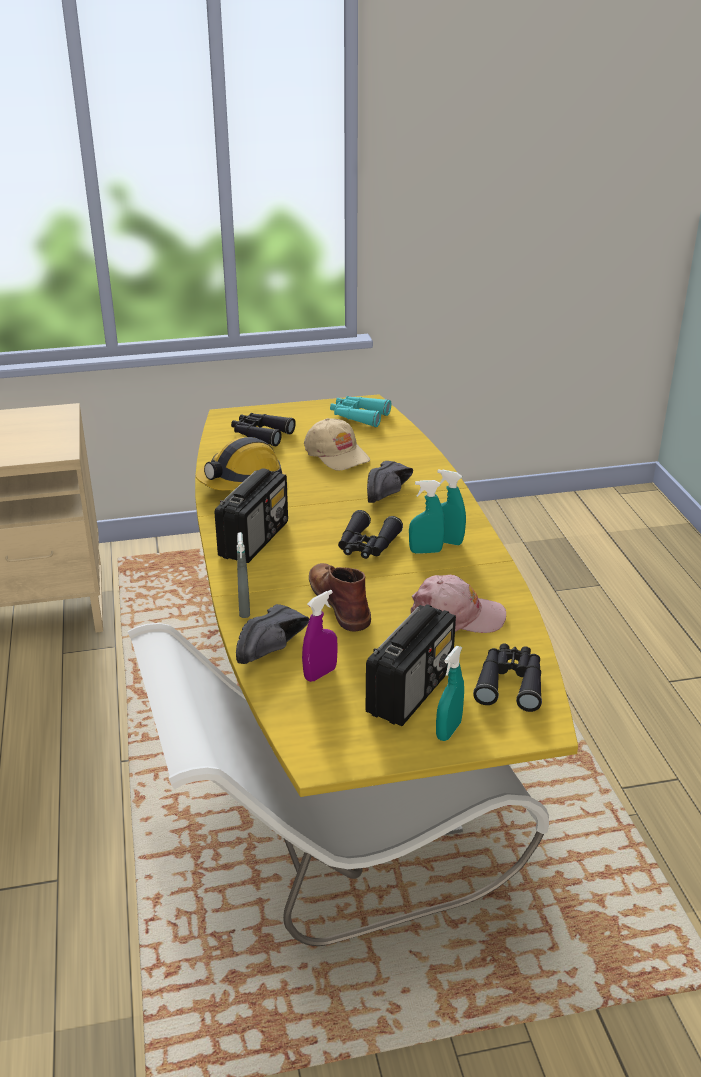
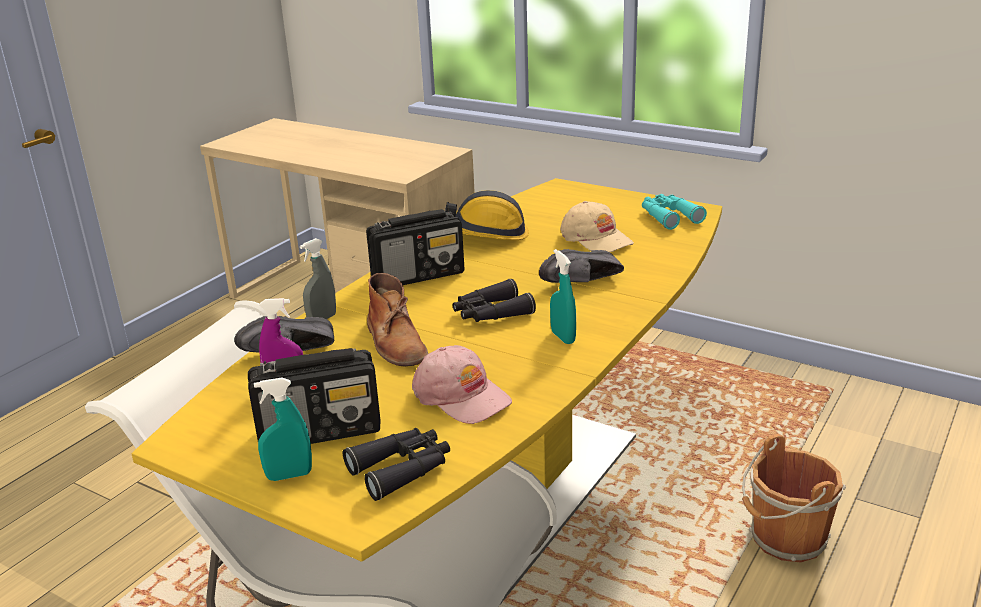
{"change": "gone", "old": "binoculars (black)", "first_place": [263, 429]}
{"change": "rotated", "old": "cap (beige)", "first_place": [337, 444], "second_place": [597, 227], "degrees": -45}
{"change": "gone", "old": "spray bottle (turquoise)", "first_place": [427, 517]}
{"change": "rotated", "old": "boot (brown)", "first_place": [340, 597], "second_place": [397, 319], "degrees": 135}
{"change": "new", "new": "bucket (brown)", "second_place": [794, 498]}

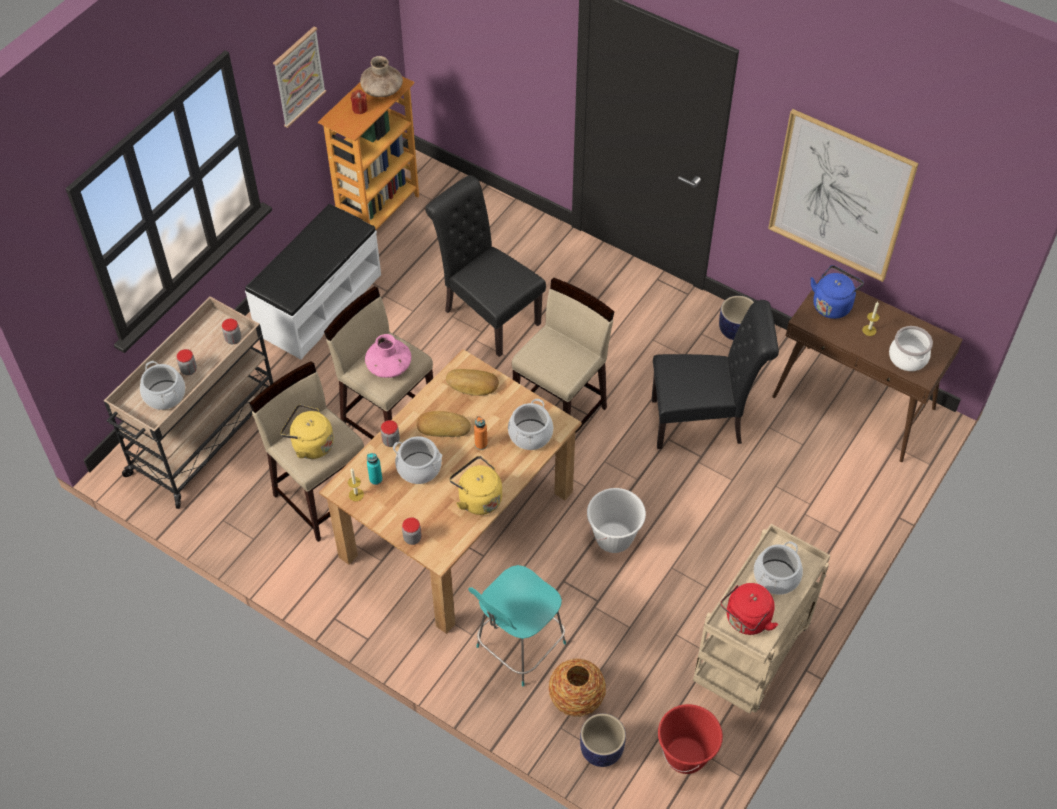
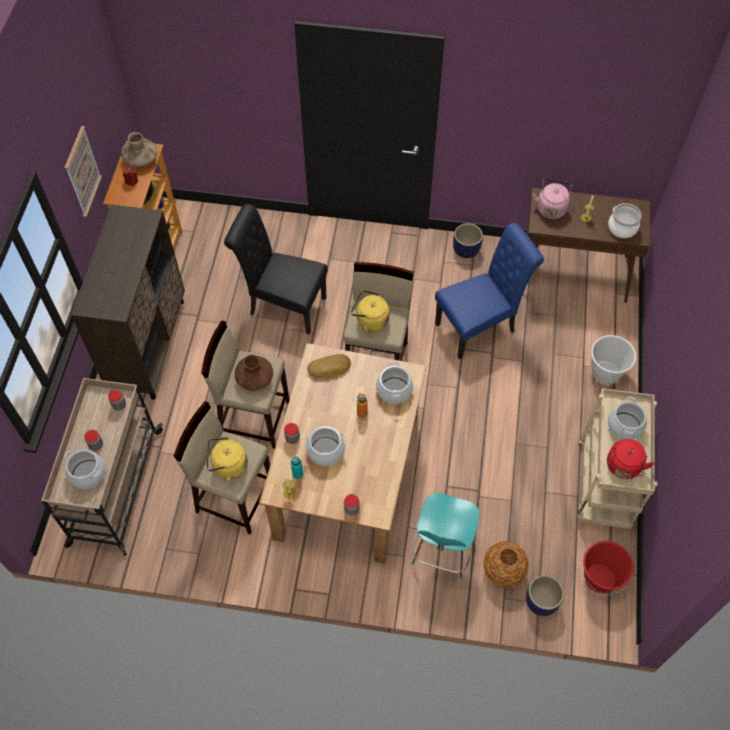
{"change": "gone", "old": "picture", "first_place": [843, 195]}
{"change": "swapped", "old": "bench (white)", "new": "cabinet (brown)", "first_place": [313, 282], "second_place": [128, 302]}
{"change": "repainted", "old": "kettle (blue)", "new": "kettle (pink)", "first_place": [837, 292], "second_place": [552, 199]}
{"change": "repainted", "old": "chair (black)", "new": "chair (blue)", "first_place": [715, 374], "second_place": [489, 291]}
{"change": "repainted", "old": "vase (pink)", "new": "vase (brown)", "first_place": [388, 356], "second_place": [254, 373]}
{"change": "gone", "old": "bread", "first_place": [443, 424]}
{"change": "shifted", "old": "kettle (yellow)", "first_place": [476, 485], "second_place": [370, 311]}
{"change": "shifted", "old": "bucket (white)", "first_place": [616, 520], "second_place": [613, 359]}

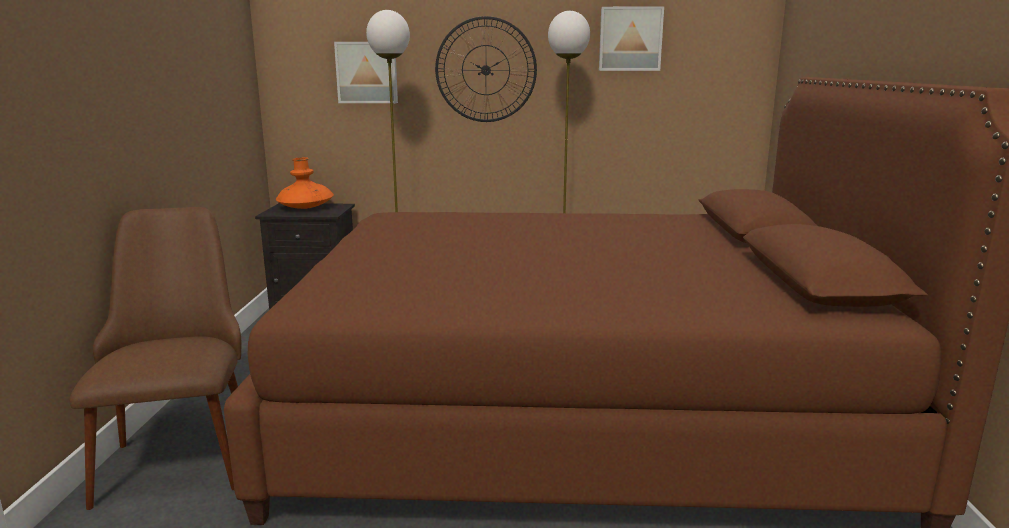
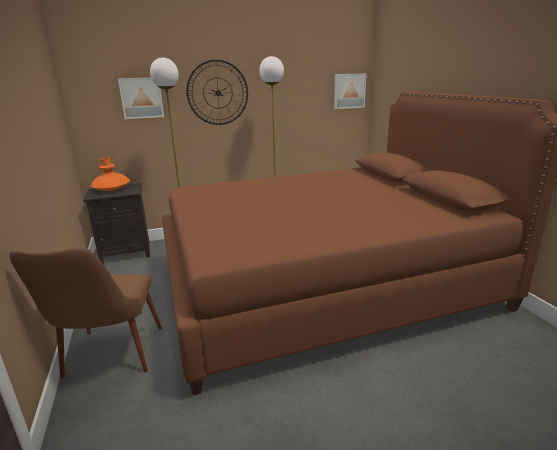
{"change": "shifted", "old": "picture", "first_place": [631, 38], "second_place": [350, 91]}
{"change": "rotated", "old": "chair (brown)", "first_place": [155, 358], "second_place": [85, 313], "degrees": -150}

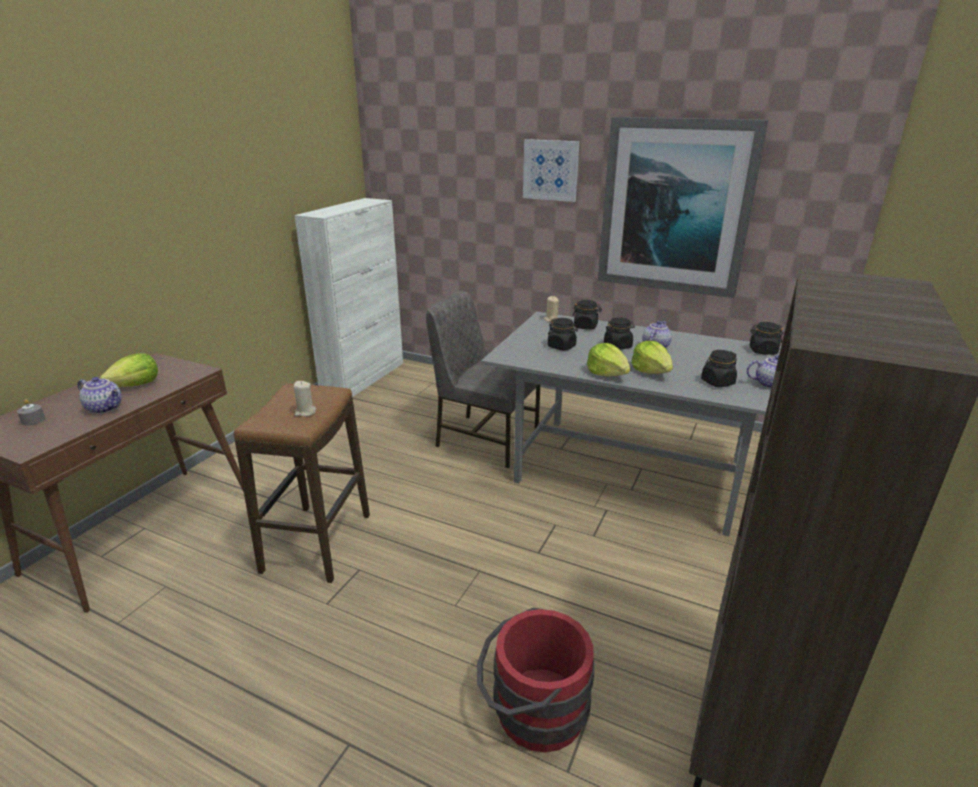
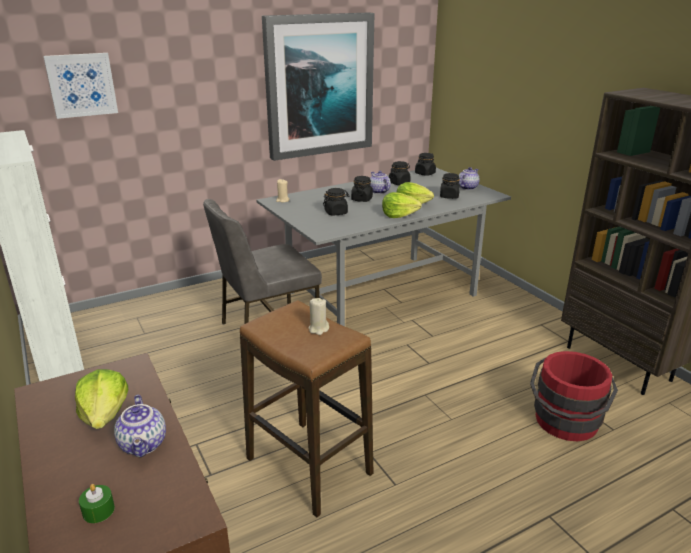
{"change": "shifted", "old": "picture", "first_place": [551, 170], "second_place": [80, 86]}
{"change": "shifted", "old": "jar (black)", "first_place": [587, 315], "second_place": [400, 173]}
{"change": "rotated", "old": "teapot", "first_place": [100, 395], "second_place": [140, 426], "degrees": 105}
{"change": "repainted", "old": "candle (grey)", "new": "candle (green)", "first_place": [31, 412], "second_place": [97, 503]}

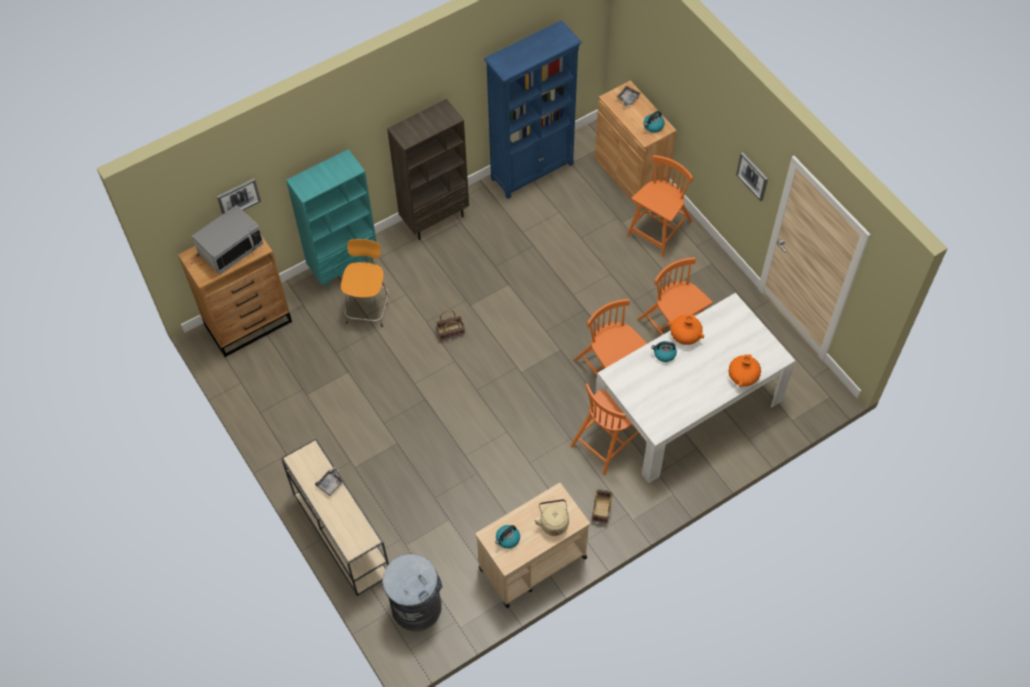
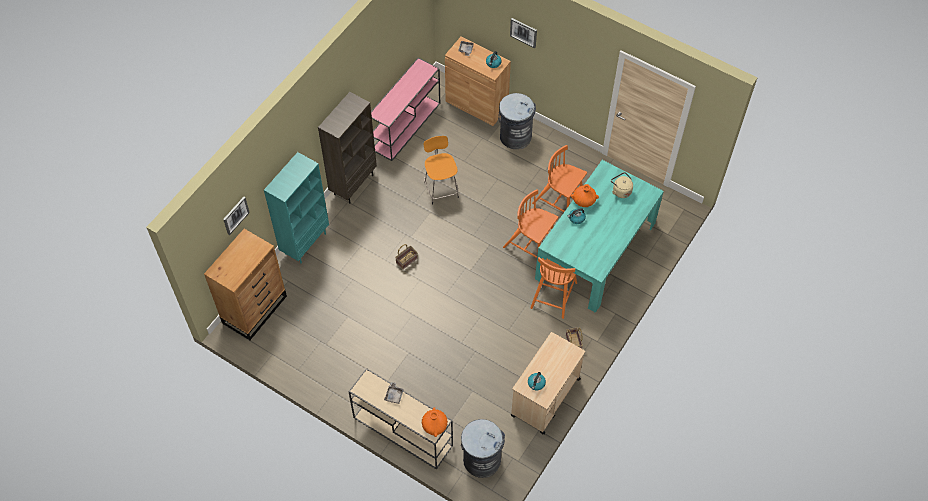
{"change": "swapped", "old": "bookcase (blue)", "new": "console table (pink)", "first_place": [533, 109], "second_place": [405, 109]}
{"change": "shifted", "old": "picture", "first_place": [752, 176], "second_place": [523, 33]}
{"change": "swapped", "old": "chair (orange)", "new": "trash can (grey)", "first_place": [660, 206], "second_place": [517, 121]}
{"change": "gone", "old": "microwave", "first_place": [227, 239]}
{"change": "shifted", "old": "stool (orange)", "first_place": [365, 283], "second_place": [441, 170]}
{"change": "repainted", "old": "dining table (white)", "new": "dining table (turquoise)", "first_place": [696, 388], "second_place": [599, 236]}
{"change": "shifted", "old": "vase (orange)", "first_place": [744, 370], "second_place": [435, 422]}
{"change": "shifted", "old": "kettle (beige)", "first_place": [551, 517], "second_place": [622, 185]}

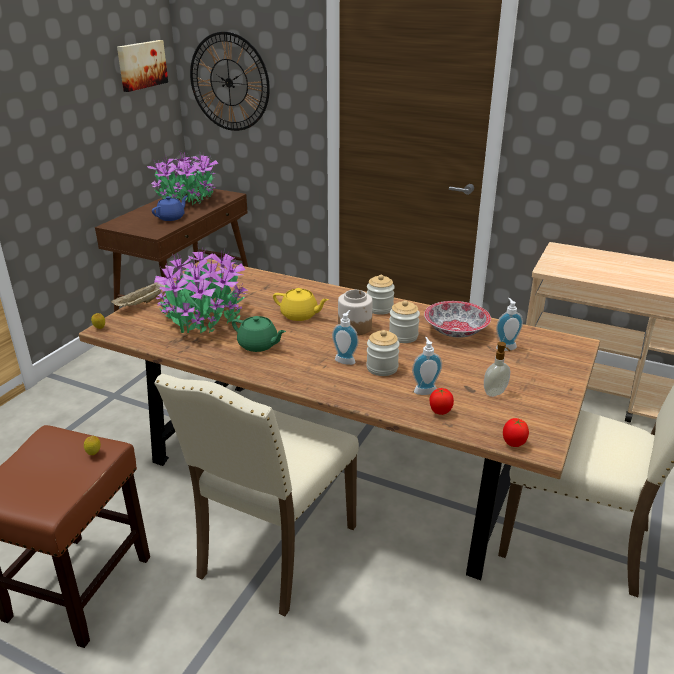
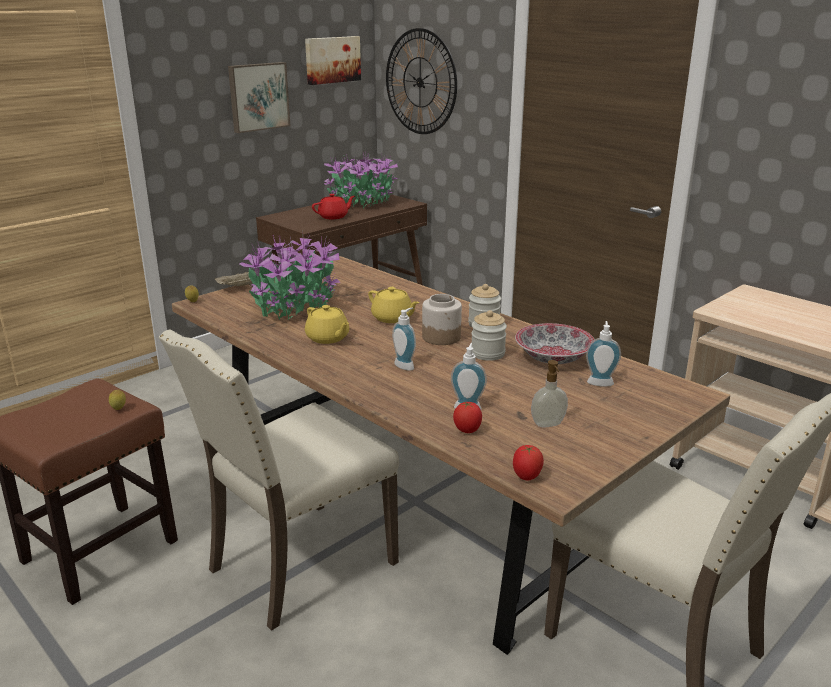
{"change": "repainted", "old": "teapot (blue)", "new": "teapot (red)", "first_place": [170, 208], "second_place": [333, 206]}
{"change": "repainted", "old": "teapot (green)", "new": "teapot (yellow)", "first_place": [259, 334], "second_place": [327, 324]}
{"change": "gone", "old": "jar", "first_place": [383, 353]}
{"change": "new", "new": "picture", "second_place": [259, 97]}

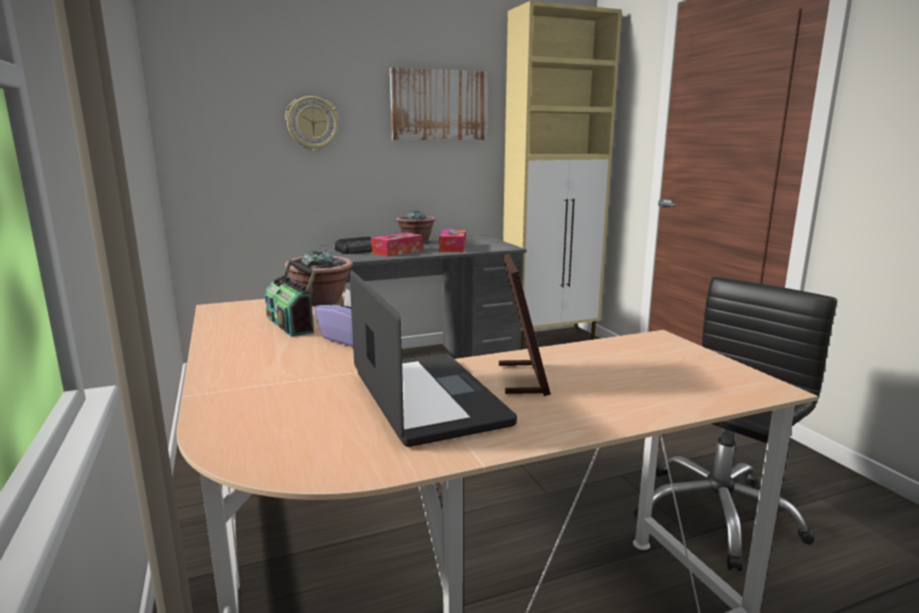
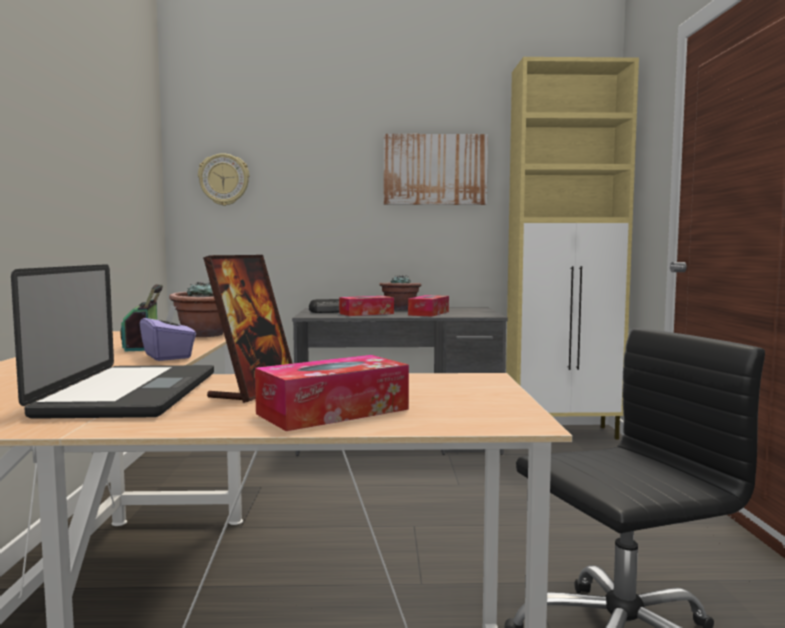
{"change": "shifted", "old": "wall clock", "first_place": [312, 123], "second_place": [223, 179]}
{"change": "new", "new": "tissue box", "second_place": [332, 393]}

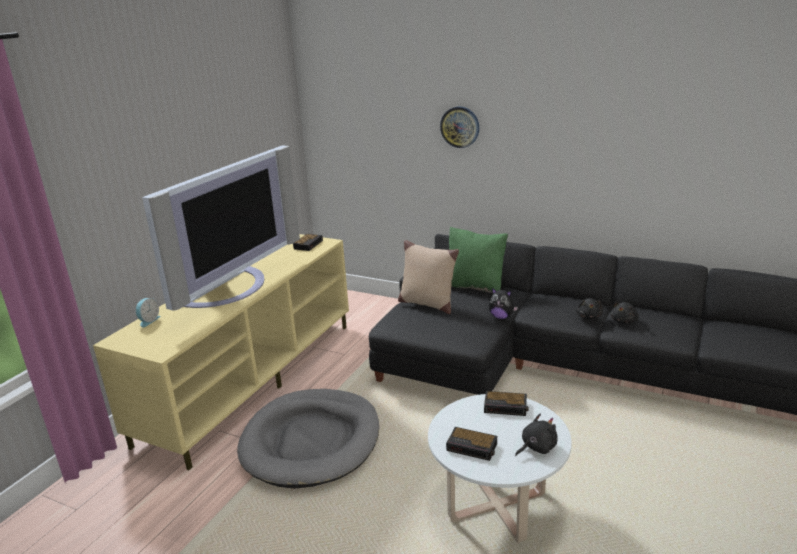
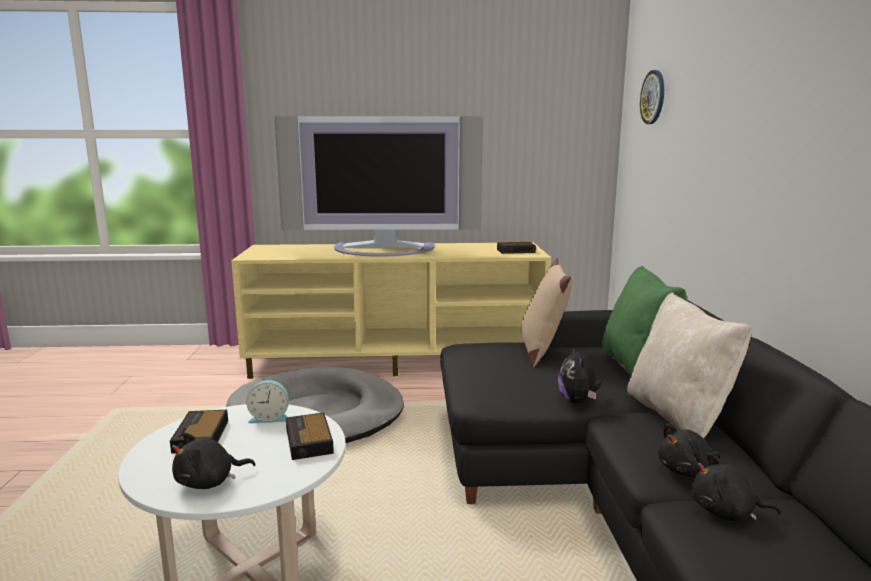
{"change": "shifted", "old": "wall clock", "first_place": [459, 127], "second_place": [652, 97]}
{"change": "shifted", "old": "alarm clock", "first_place": [148, 312], "second_place": [267, 401]}
{"change": "rotated", "old": "plush toy (black)", "first_place": [536, 434], "second_place": [214, 461], "degrees": 120}
{"change": "new", "new": "pillow (beige)", "second_place": [689, 365]}

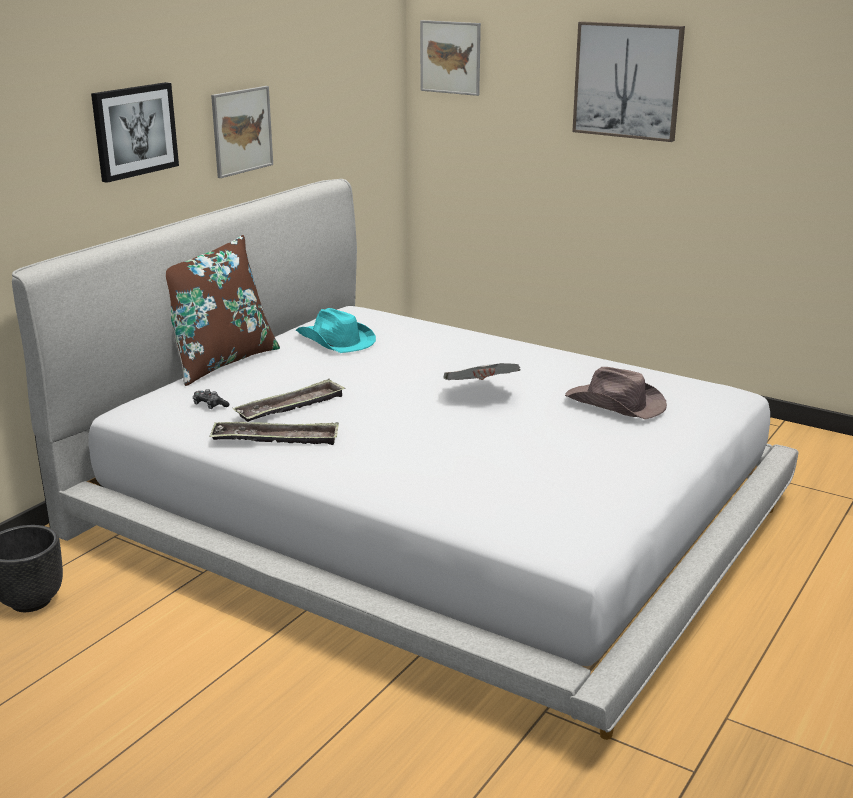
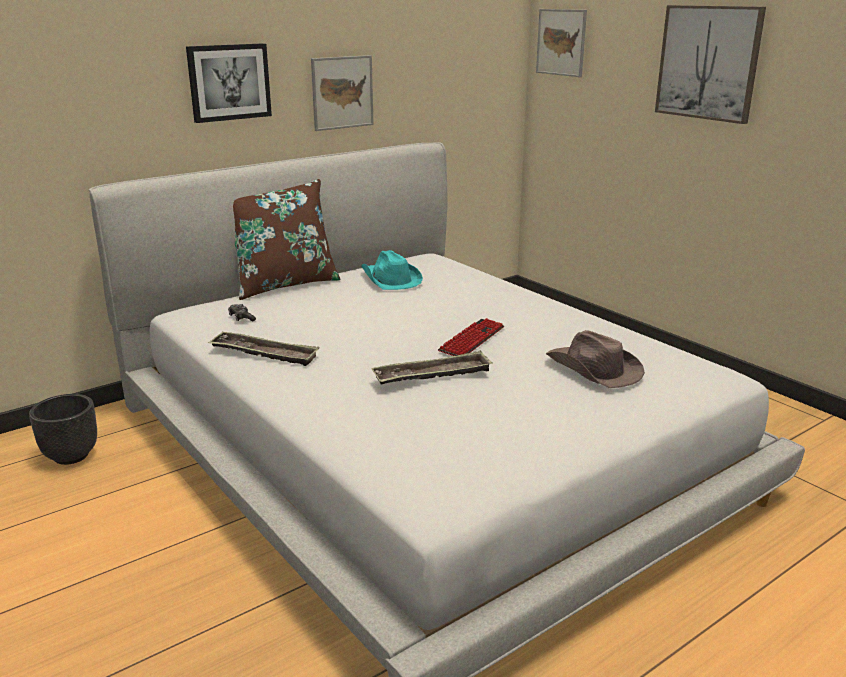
{"change": "swapped", "old": "newspaper", "new": "keyboard", "first_place": [481, 371], "second_place": [471, 337]}
{"change": "shifted", "old": "tray", "first_place": [288, 400], "second_place": [432, 367]}

